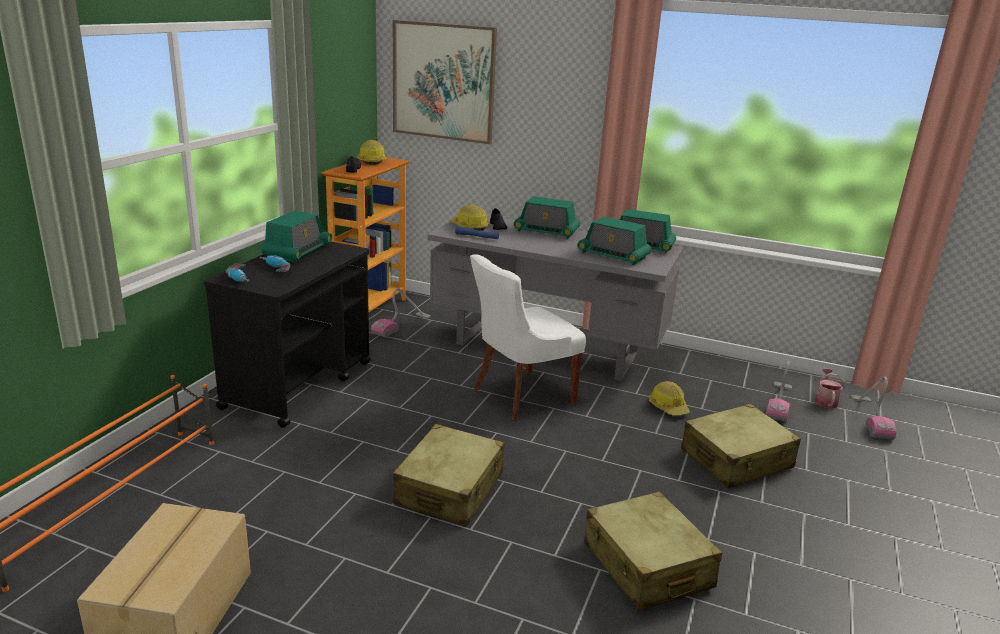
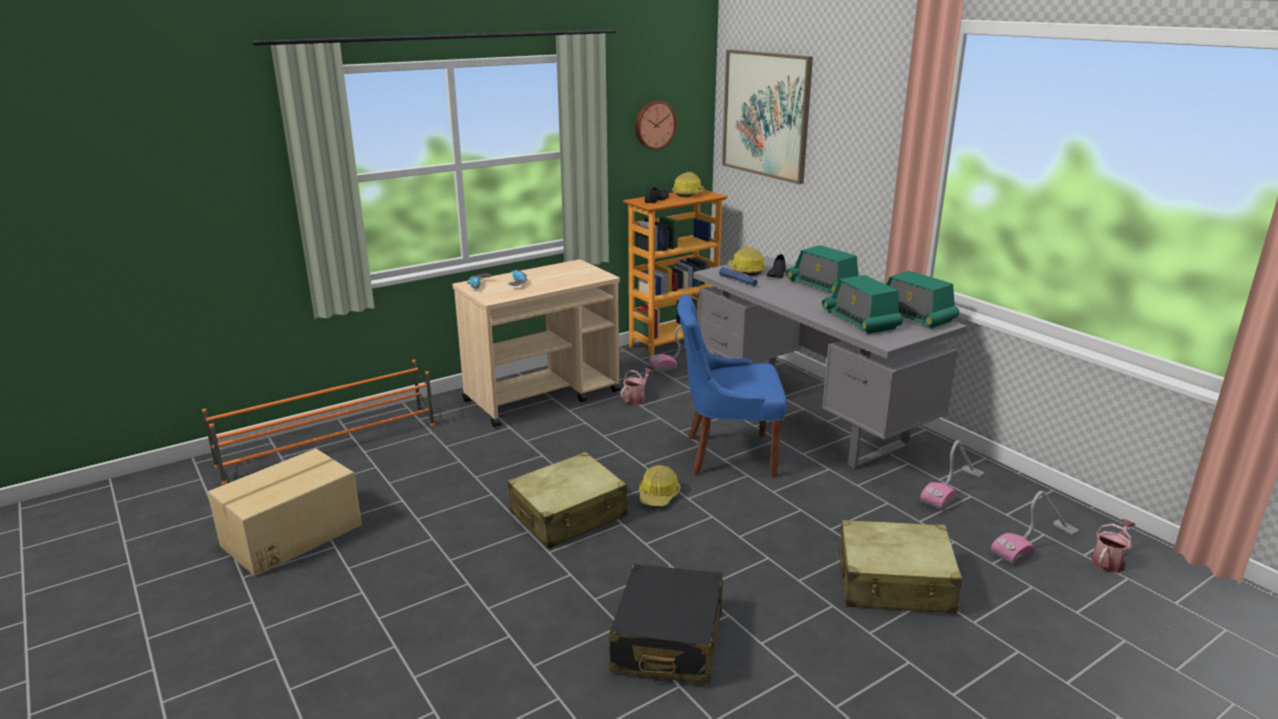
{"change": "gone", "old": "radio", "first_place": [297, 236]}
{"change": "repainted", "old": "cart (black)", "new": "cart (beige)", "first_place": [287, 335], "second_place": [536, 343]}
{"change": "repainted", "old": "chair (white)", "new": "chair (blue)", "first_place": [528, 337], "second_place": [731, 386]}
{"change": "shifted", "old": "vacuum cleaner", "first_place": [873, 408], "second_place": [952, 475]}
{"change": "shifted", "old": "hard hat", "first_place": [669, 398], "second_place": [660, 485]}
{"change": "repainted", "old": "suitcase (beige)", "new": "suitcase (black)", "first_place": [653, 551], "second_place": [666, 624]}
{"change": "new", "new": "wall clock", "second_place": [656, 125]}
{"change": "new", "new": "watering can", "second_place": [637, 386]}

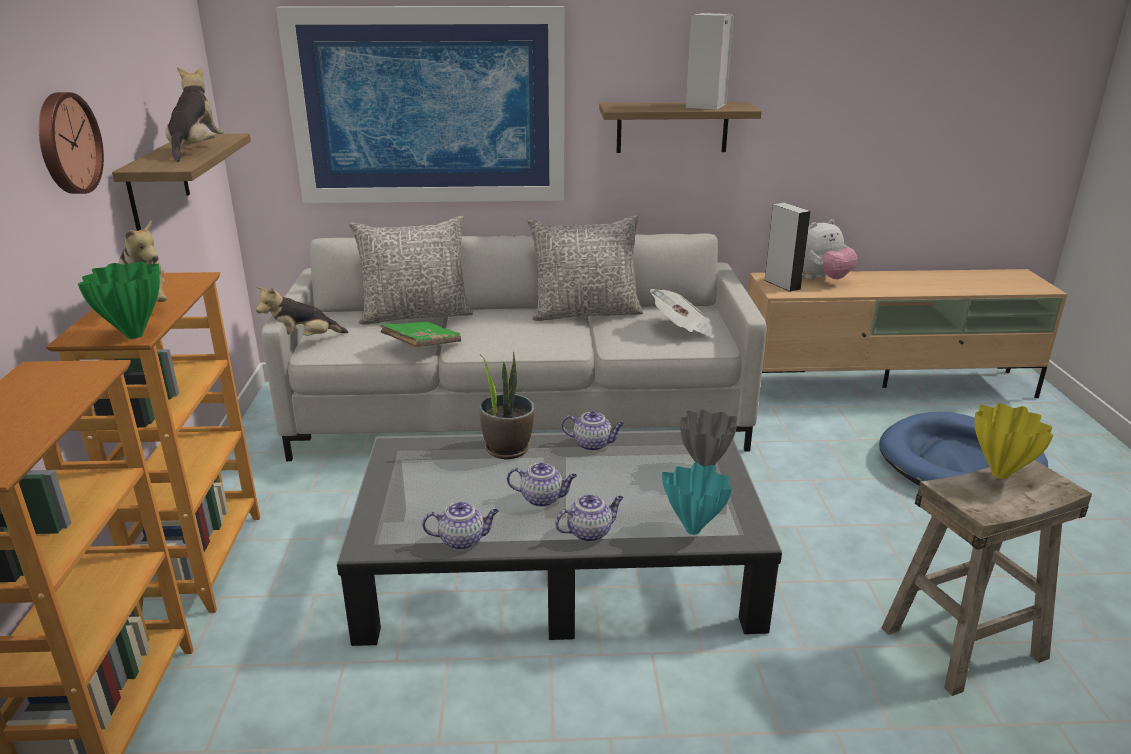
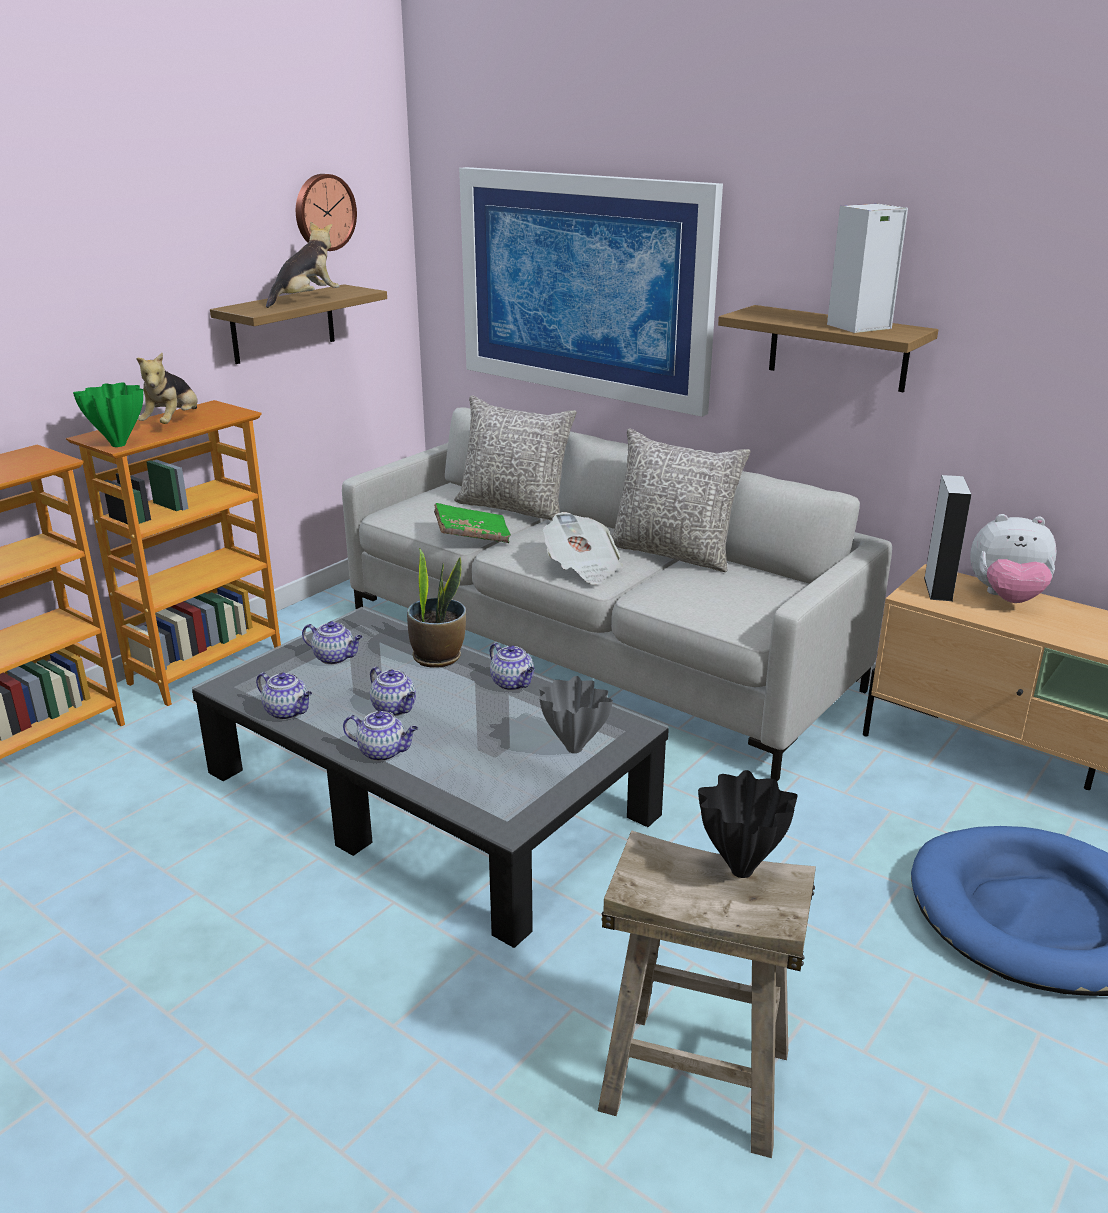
{"change": "shifted", "old": "wall clock", "first_place": [71, 143], "second_place": [326, 212]}
{"change": "gone", "old": "plush toy", "first_place": [302, 311]}
{"change": "shifted", "old": "newspaper", "first_place": [682, 313], "second_place": [583, 548]}
{"change": "repainted", "old": "vase (yellow)", "new": "vase (black)", "first_place": [1014, 441], "second_place": [748, 824]}
{"change": "gone", "old": "vase (turquoise)", "first_place": [697, 499]}
{"change": "new", "new": "teapot", "second_place": [332, 643]}

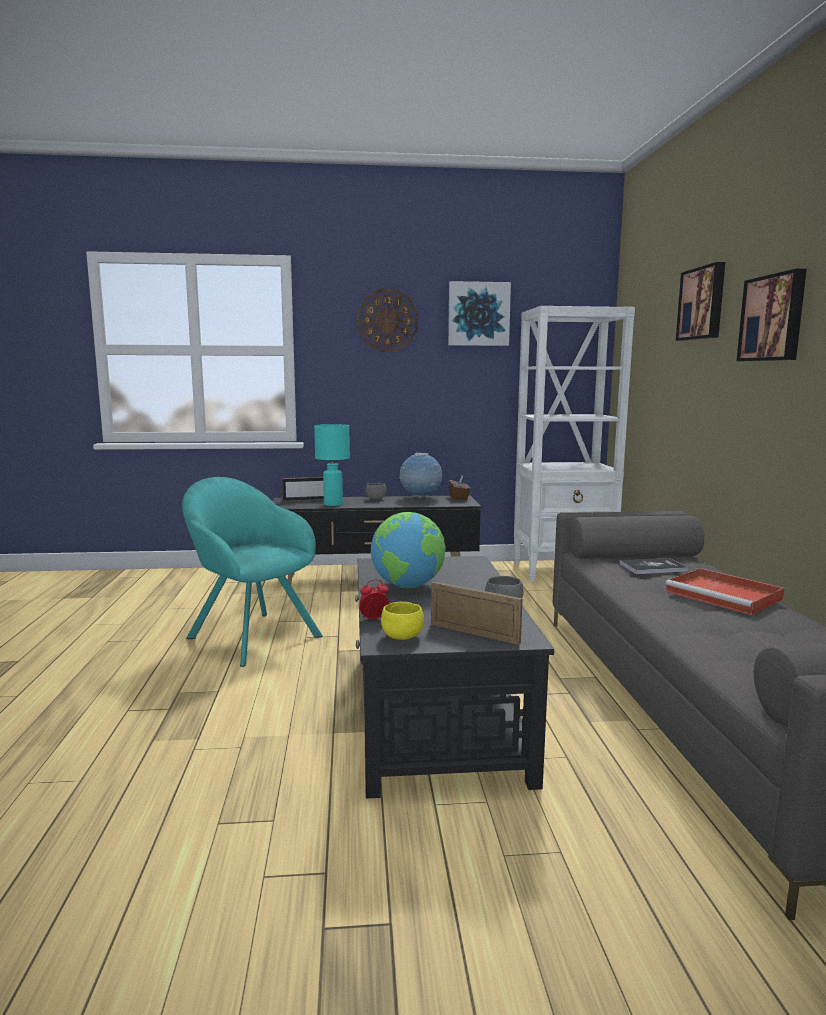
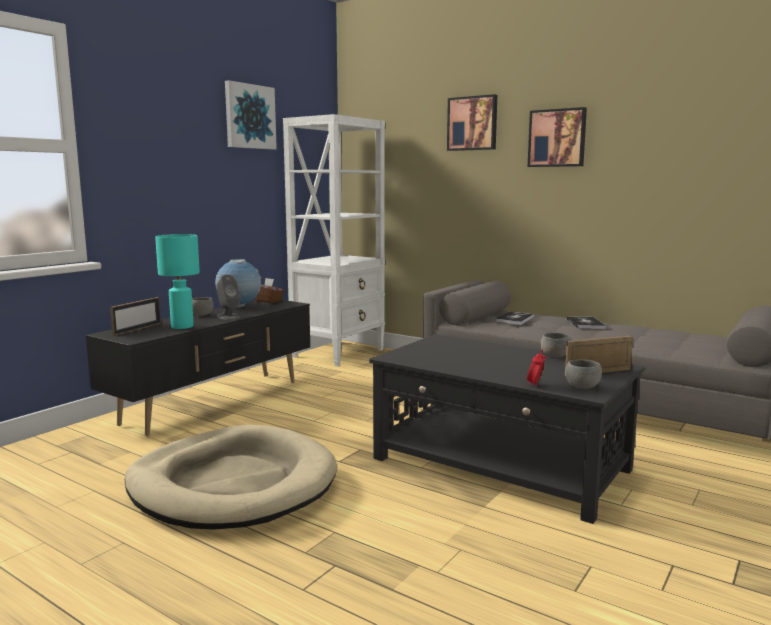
{"change": "gone", "old": "wall clock", "first_place": [387, 320]}
{"change": "swapped", "old": "armchair (turquoise)", "new": "dog bed (beige)", "first_place": [252, 572], "second_place": [231, 477]}
{"change": "gone", "old": "globe", "first_place": [408, 550]}
{"change": "swapped", "old": "tray (red)", "new": "book", "first_place": [724, 591], "second_place": [586, 323]}
{"change": "repainted", "old": "bowl (yellow)", "new": "bowl (grey)", "first_place": [402, 620], "second_place": [583, 374]}
{"change": "new", "new": "speaker (grey)", "second_place": [228, 297]}

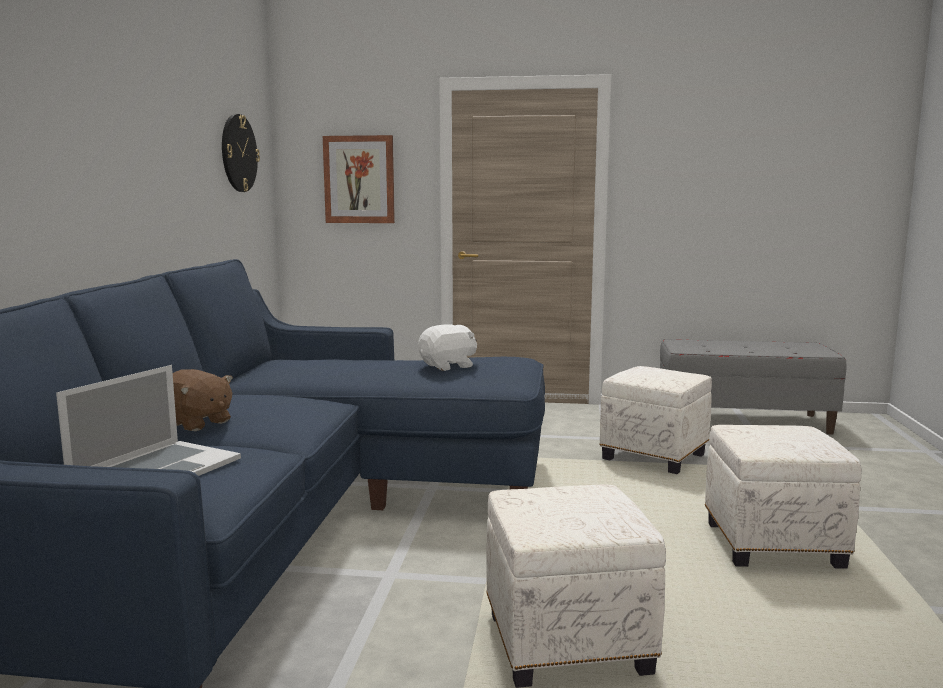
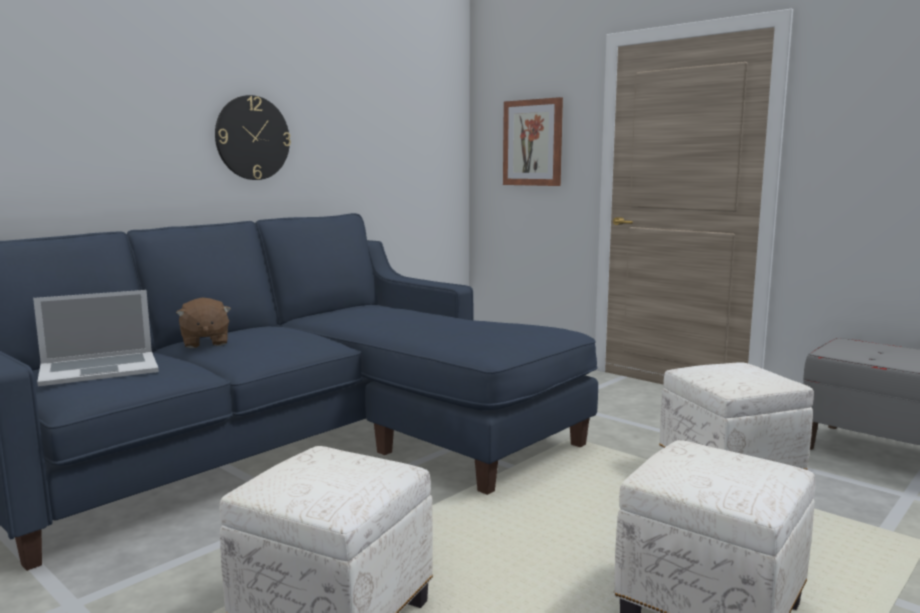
{"change": "shifted", "old": "wall clock", "first_place": [241, 153], "second_place": [253, 137]}
{"change": "gone", "old": "plush toy (white)", "first_place": [447, 347]}

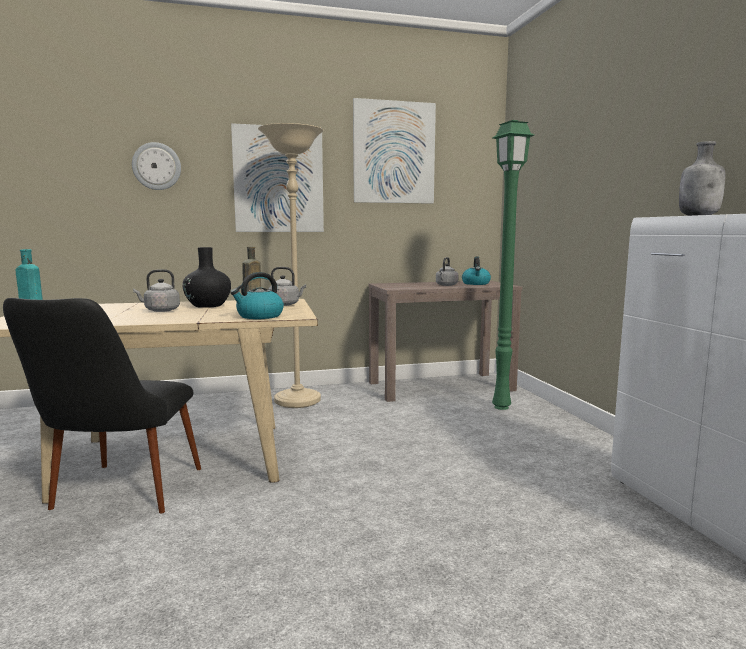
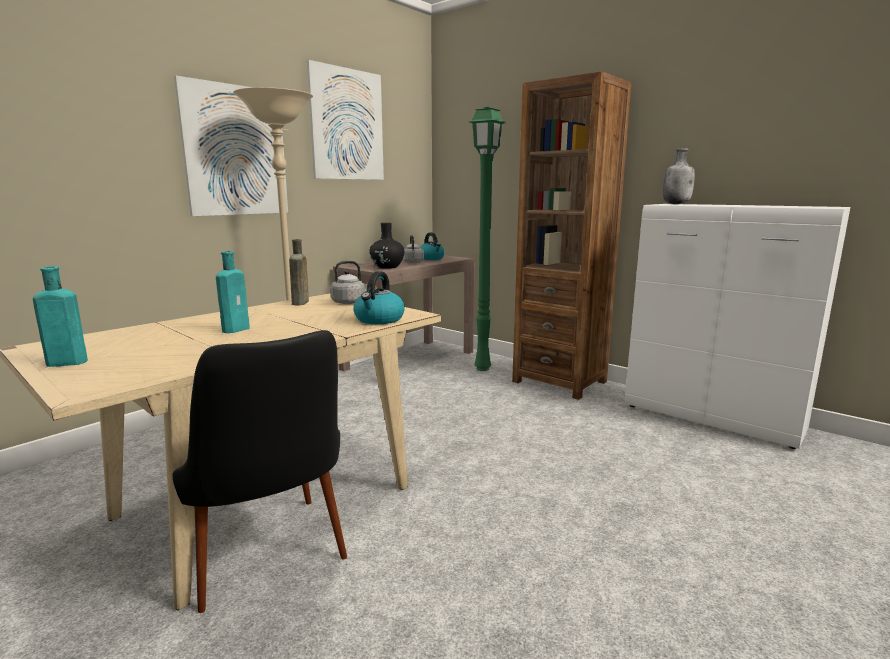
{"change": "gone", "old": "wall clock", "first_place": [156, 166]}
{"change": "shifted", "old": "vase (black)", "first_place": [206, 277], "second_place": [386, 246]}
{"change": "swapped", "old": "kettle (grey)", "new": "bottle (turquoise)", "first_place": [156, 290], "second_place": [233, 292]}
{"change": "new", "new": "bookcase (brown)", "second_place": [572, 235]}

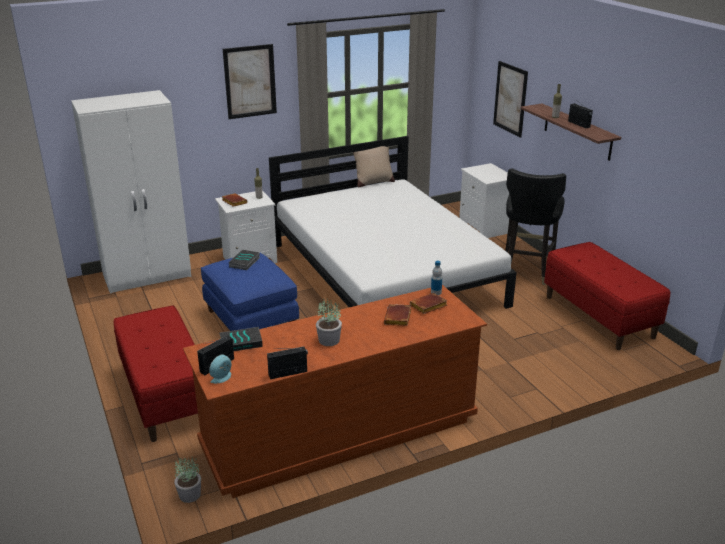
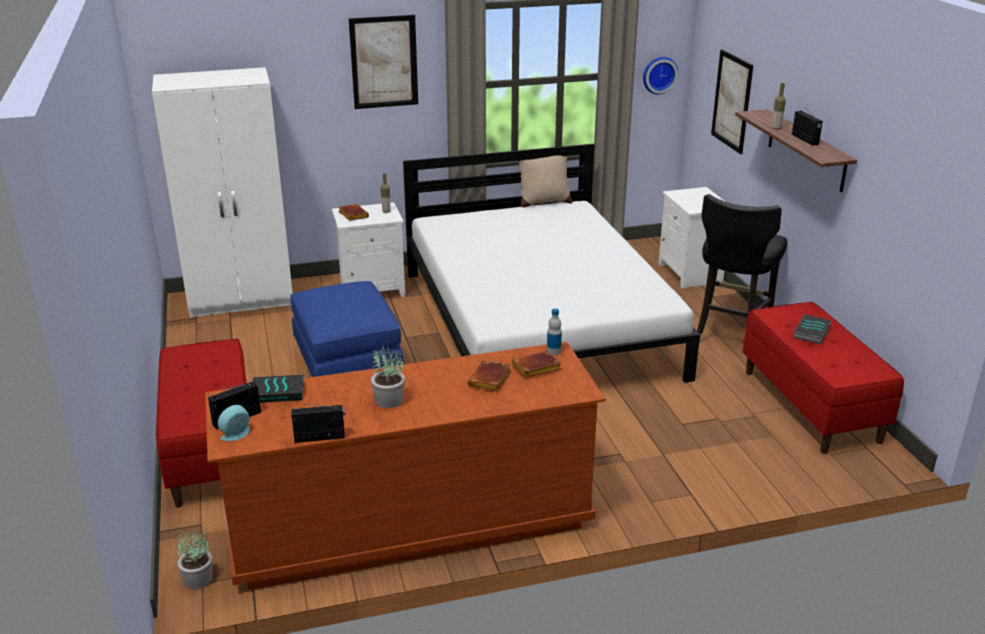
{"change": "shifted", "old": "book", "first_place": [244, 260], "second_place": [813, 329]}
{"change": "new", "new": "wall clock", "second_place": [660, 75]}

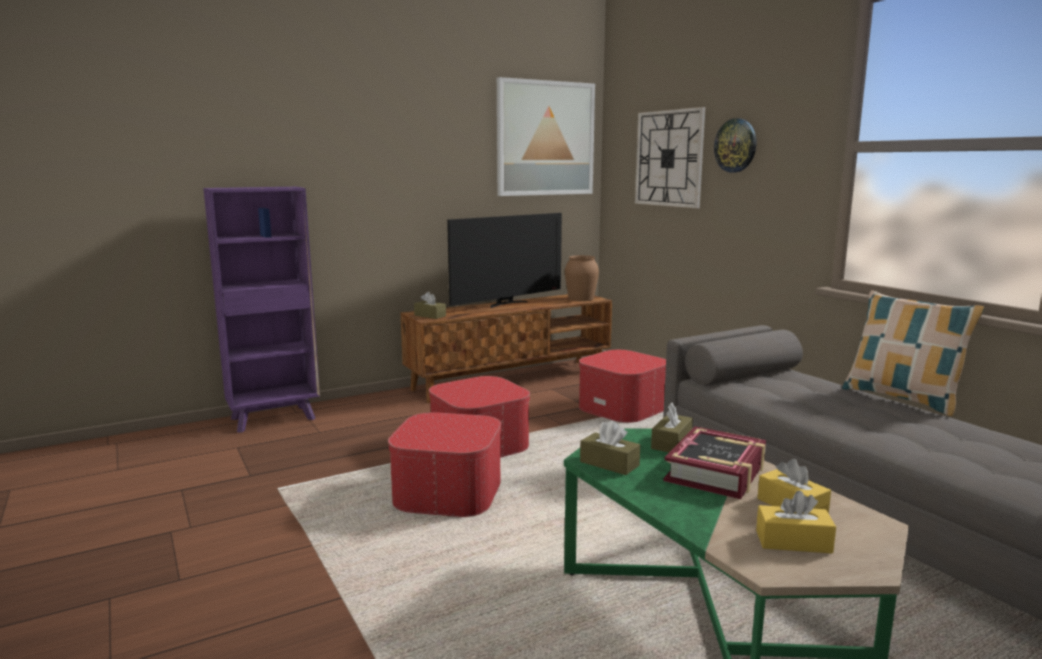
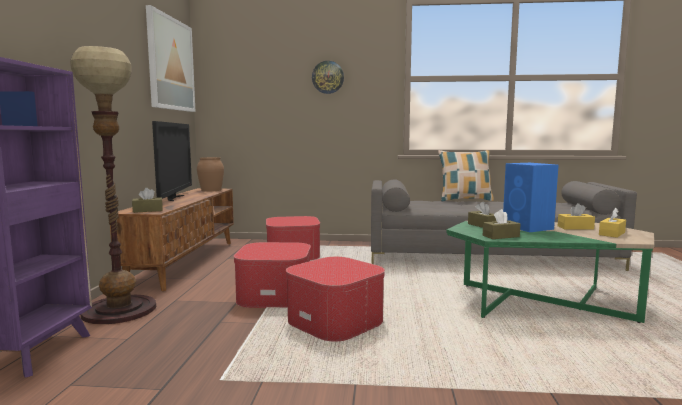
{"change": "gone", "old": "wall clock", "first_place": [670, 157]}
{"change": "swapped", "old": "book", "new": "speaker (blue)", "first_place": [714, 462], "second_place": [530, 197]}
{"change": "new", "new": "floor lamp", "second_place": [113, 185]}

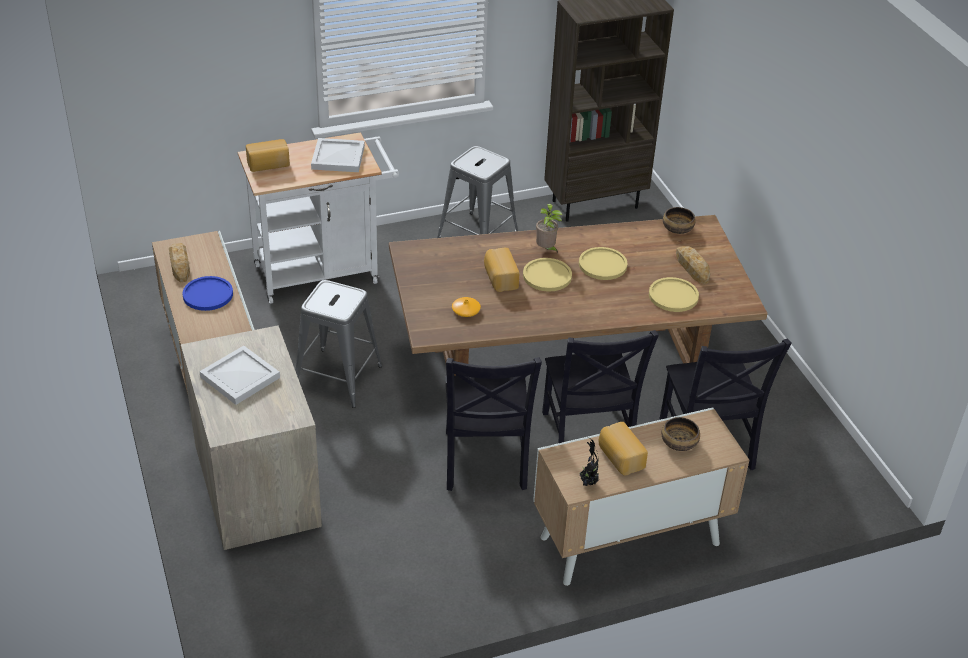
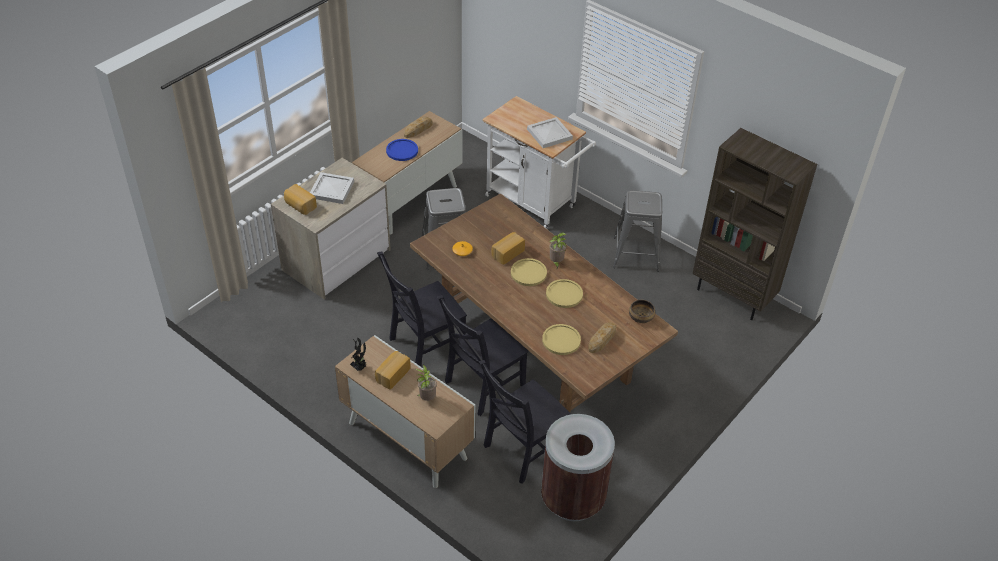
{"change": "shifted", "old": "bread", "first_place": [268, 155], "second_place": [300, 199]}
{"change": "swapped", "old": "bowl", "new": "potted plant", "first_place": [681, 434], "second_place": [426, 383]}
{"change": "new", "new": "trash can (brown)", "second_place": [578, 467]}

